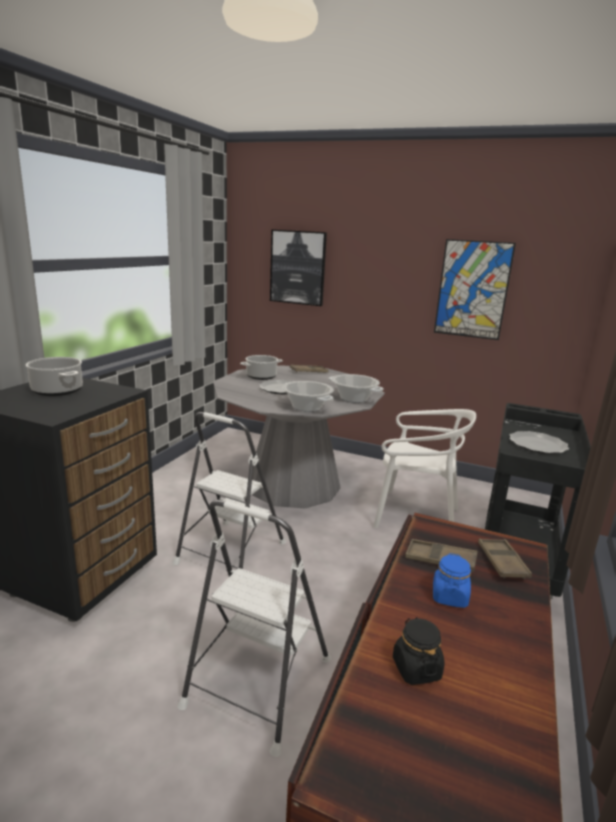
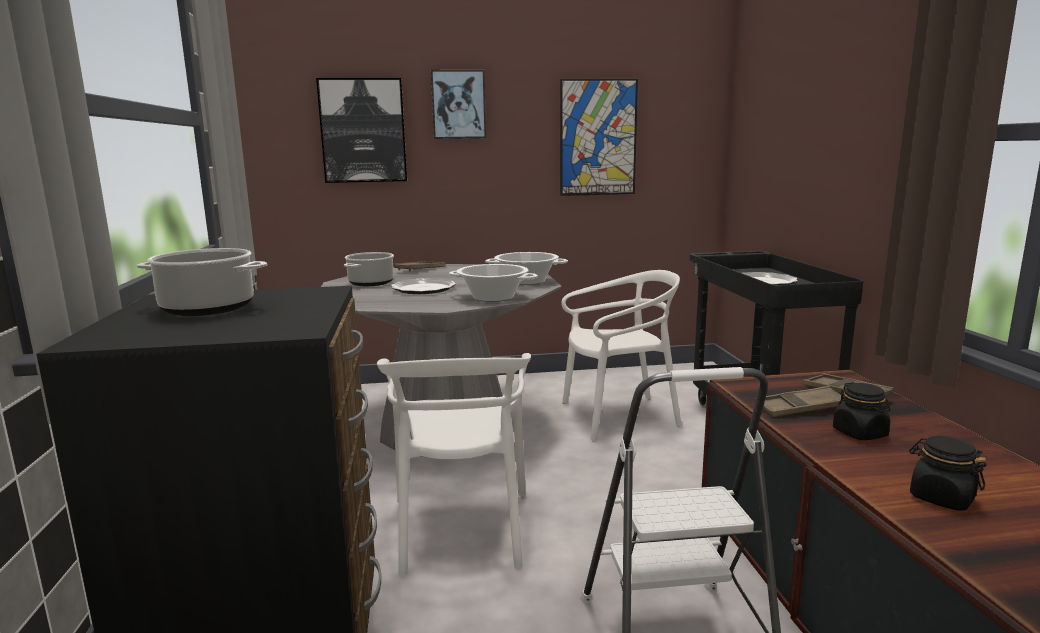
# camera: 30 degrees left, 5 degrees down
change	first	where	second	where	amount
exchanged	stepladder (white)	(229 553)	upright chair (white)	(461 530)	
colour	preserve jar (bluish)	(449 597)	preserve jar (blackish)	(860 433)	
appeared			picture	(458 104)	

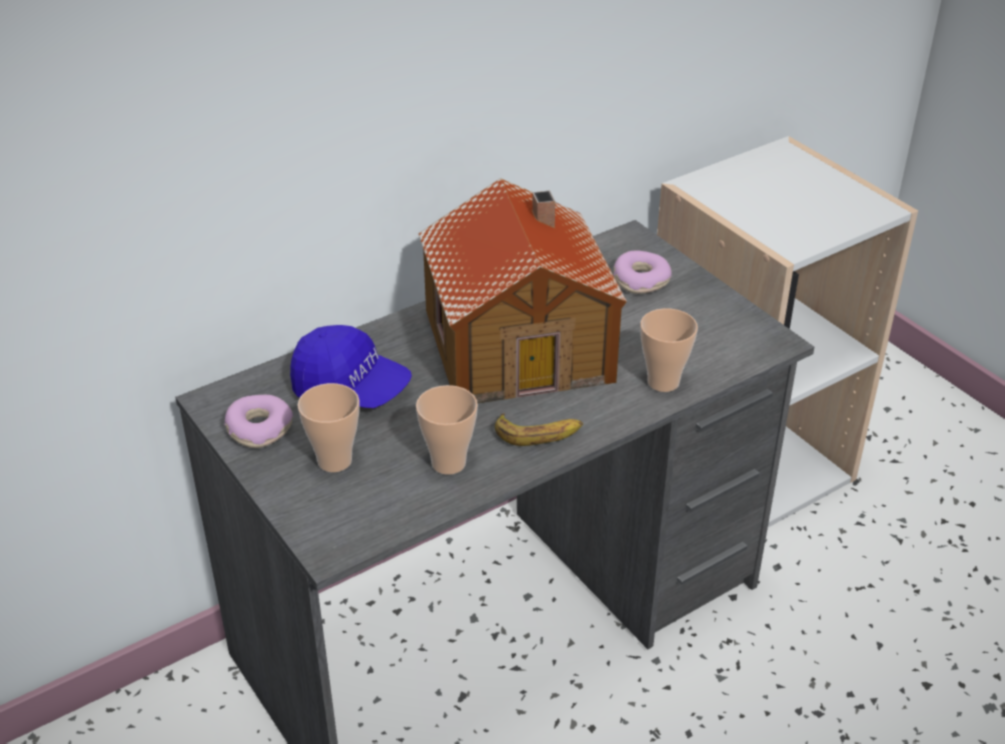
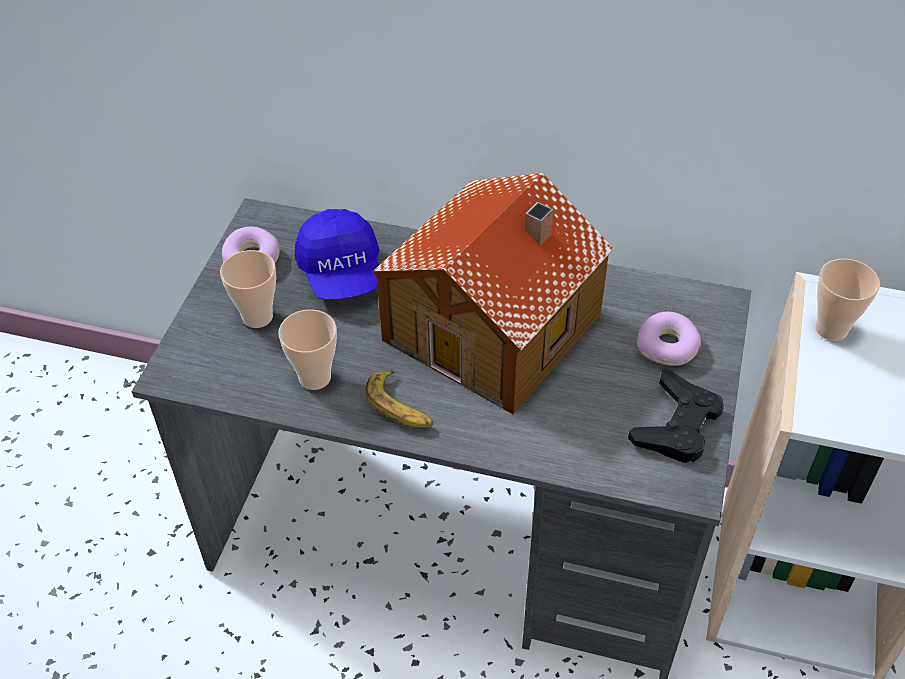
# camera: 50 degrees right, 10 degrees up
change	first	where	second	where	amount
relocated	cup	(663 382)		(831 329)	
appeared			gamepad (blackish)	(677 425)	

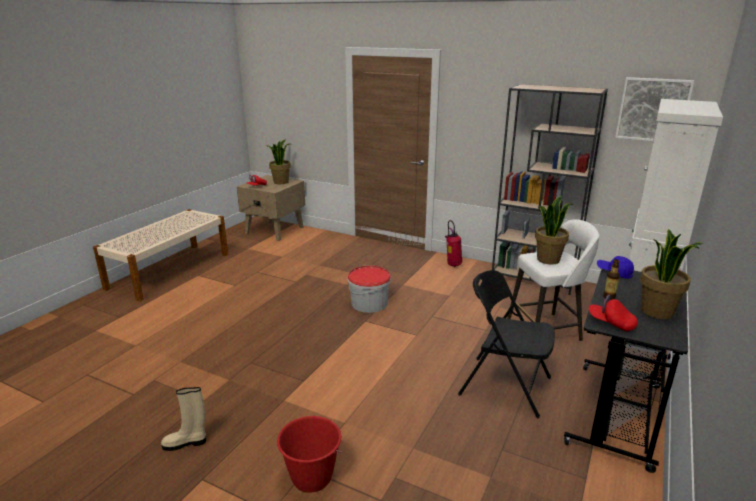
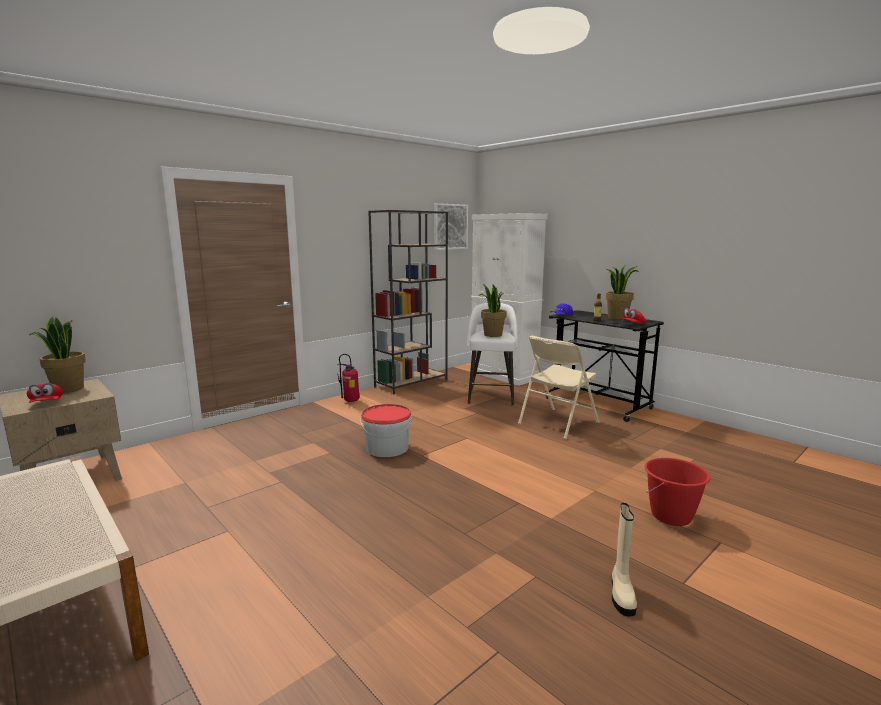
# camera: 70 degrees left, 10 degrees down
change	first	where	second	where	amount
colour	upright chair (blackish)	(505 385)	upright chair (beige-coloured)	(558 423)	

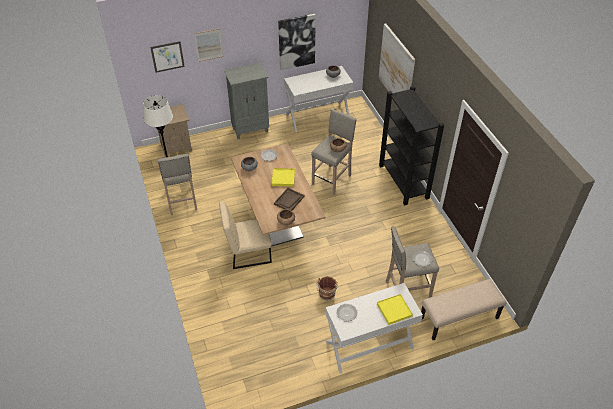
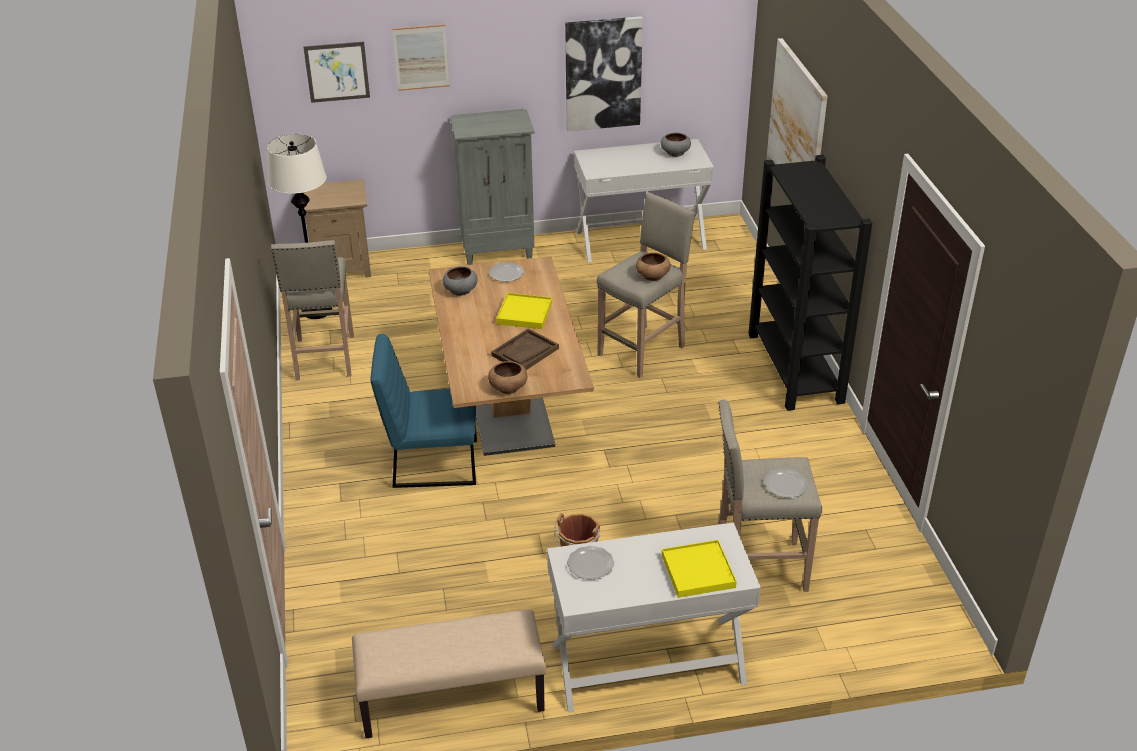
# camera: 10 degrees right, 10 degrees down
change	first	where	second	where	amount
colour	upright chair (beige-coloured)	(248 253)	upright chair (bluish)	(432 463)	
relocated	long seat (beige-coloured)	(459 318)		(451 699)	

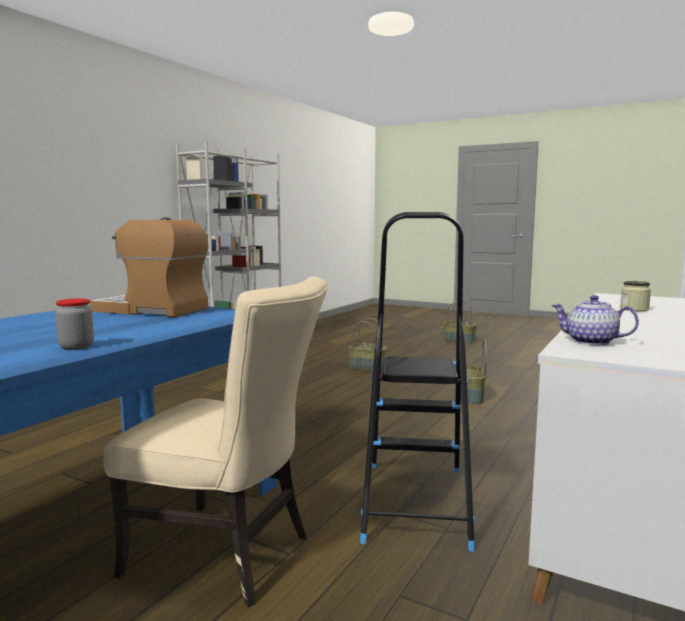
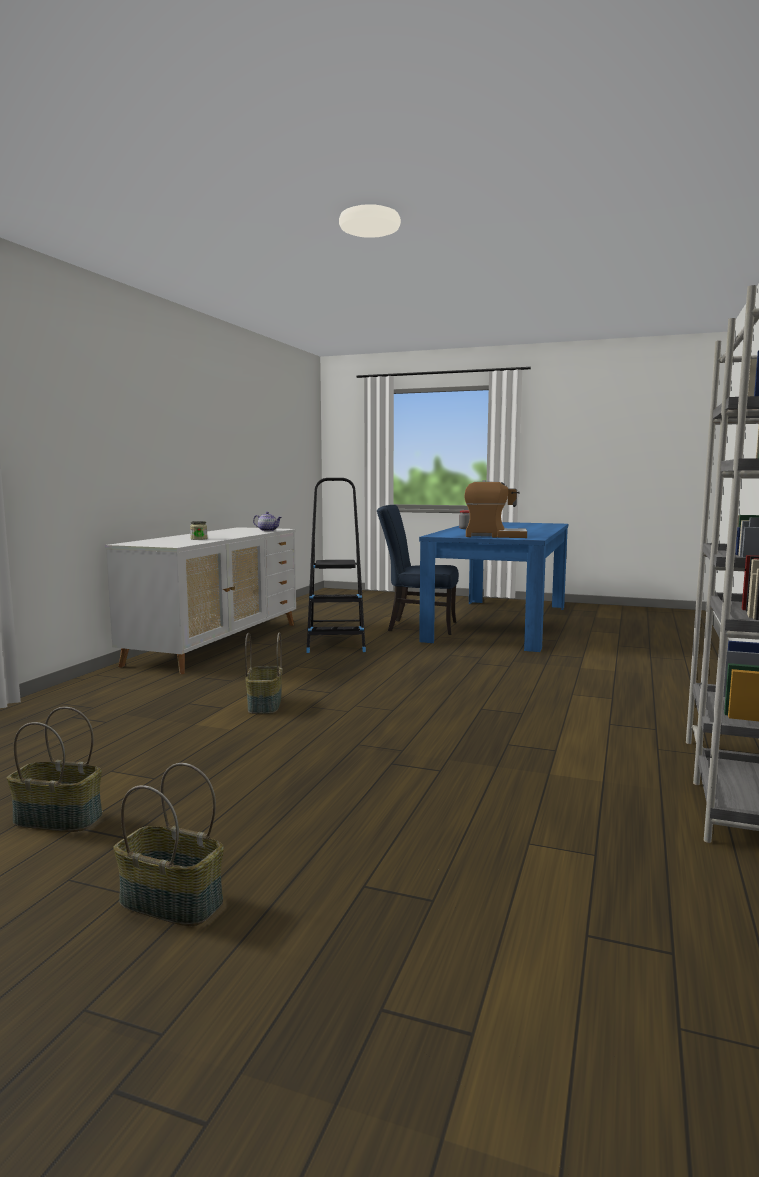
# camera: 170 degrees right, 0 degrees up
change	first	where	second	where	amount
colour	upright chair (beige-coloured)	(229 555)	upright chair (bluish)	(417 626)	
relocated	basket	(368 368)		(56 820)	

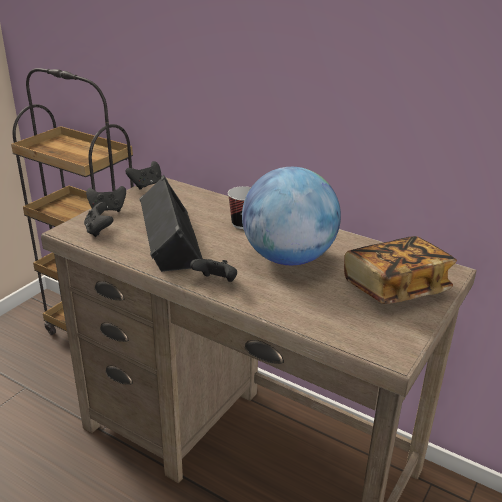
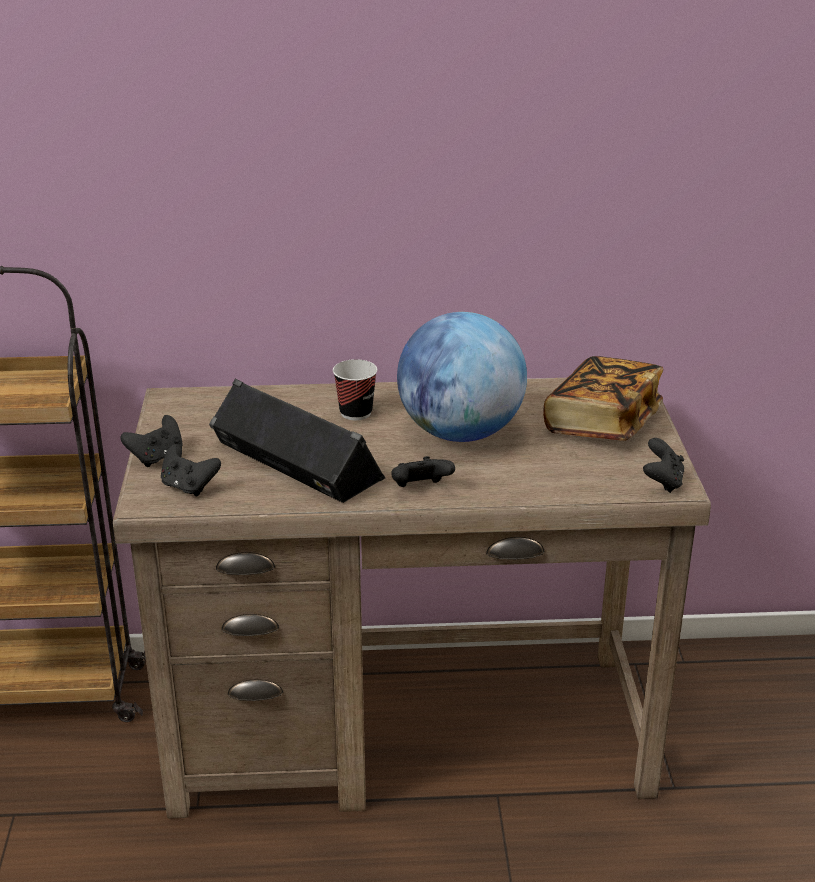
# camera: 35 degrees left, 0 degrees up
change	first	where	second	where	amount
relocated	gamepad (blackish)	(146 185)		(662 482)	

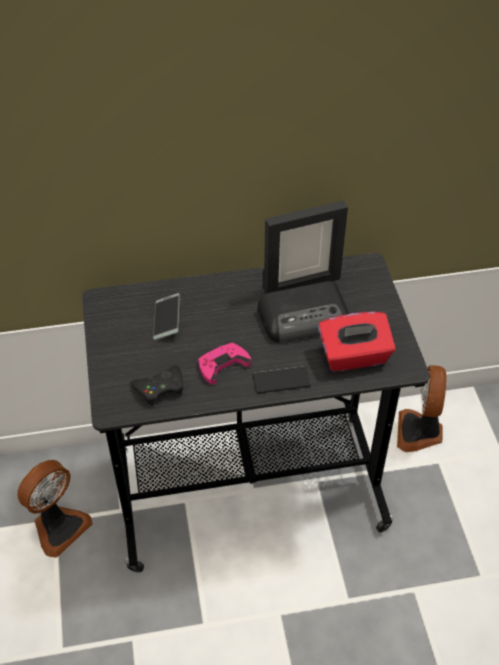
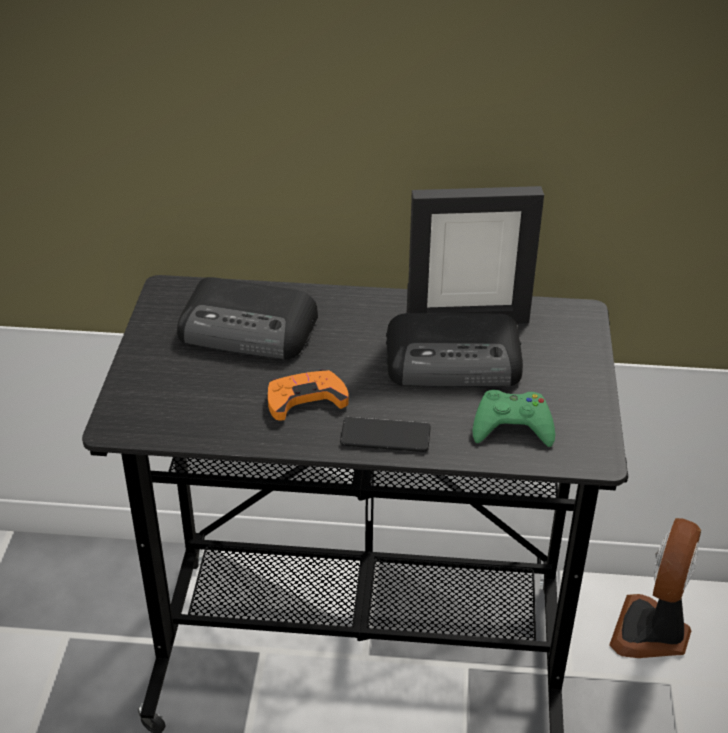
# camera: 15 degrees right, 10 degrees down
change	first	where	second	where	amount
exchanged	handset	(167 320)	radio set	(249 330)	
exchanged	box of tissues (reddish)	(354 356)	gamepad (green-coloured)	(512 426)	
colour	gamepad (pink-coloured)	(222 365)	gamepad (orange-coloured)	(305 399)	
missing	gamepad (blackish)	(160 388)			
missing	cooling fan	(58 526)			

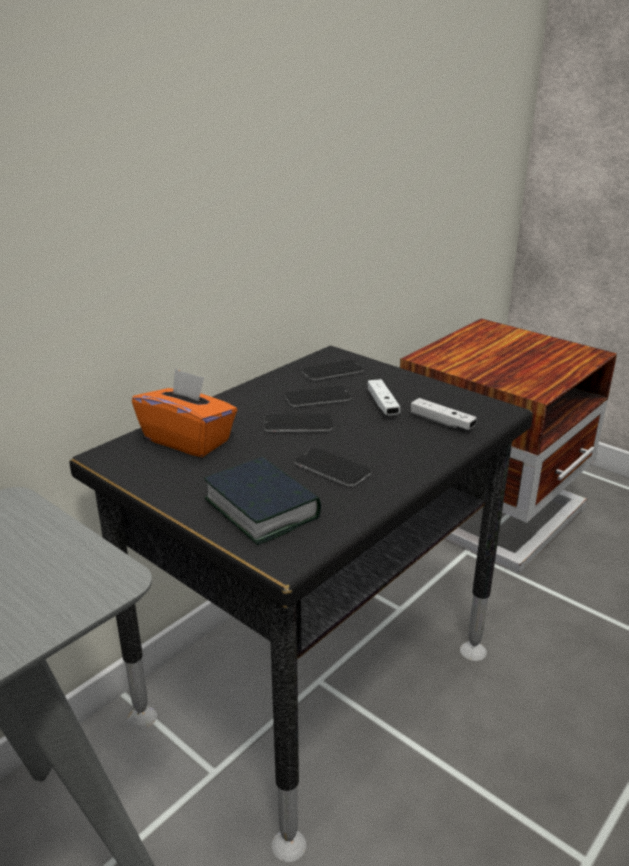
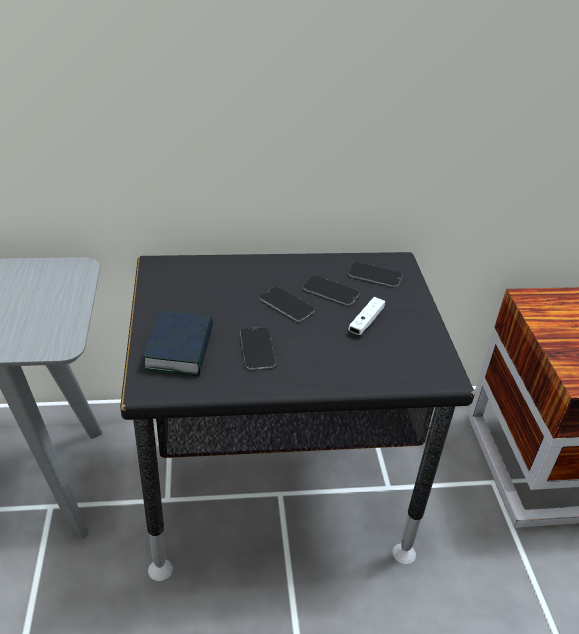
# camera: 40 degrees right, 10 degrees up
change	first	where	second	where	amount
missing	box of tissues (orange-coloured)	(188 440)			
missing	gamepad (white)	(442 422)			

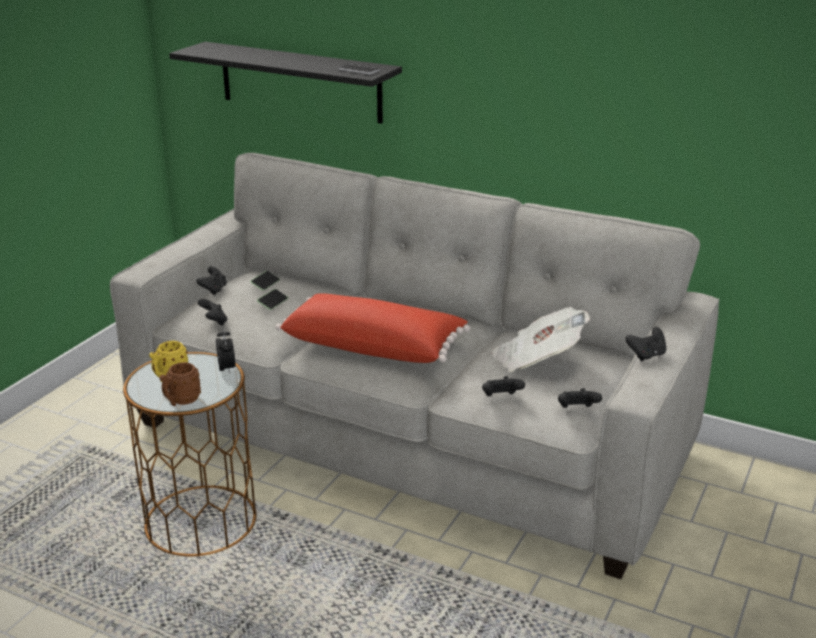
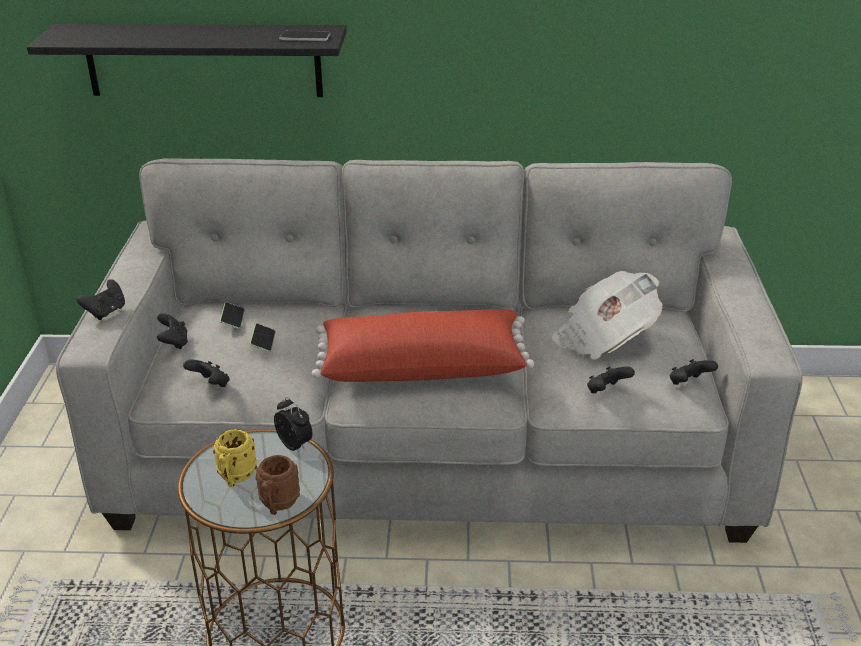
# camera: 25 degrees left, 5 degrees up
change	first	where	second	where	amount
relocated	gamepad (blackish)	(646 355)		(106 312)	

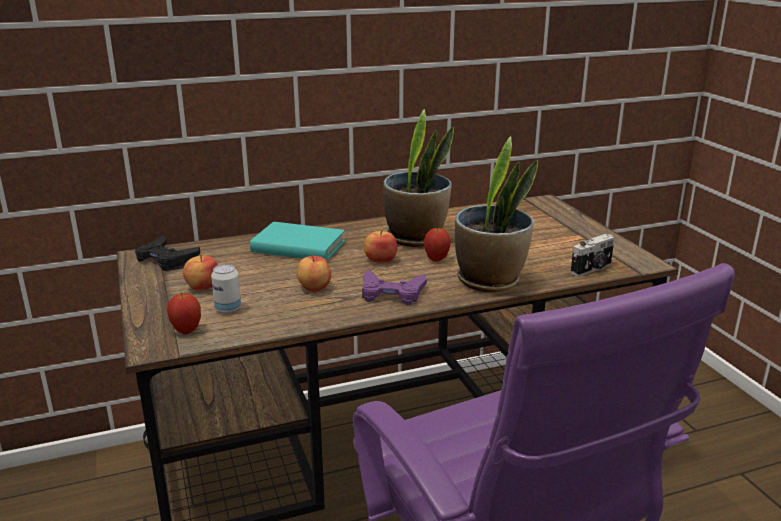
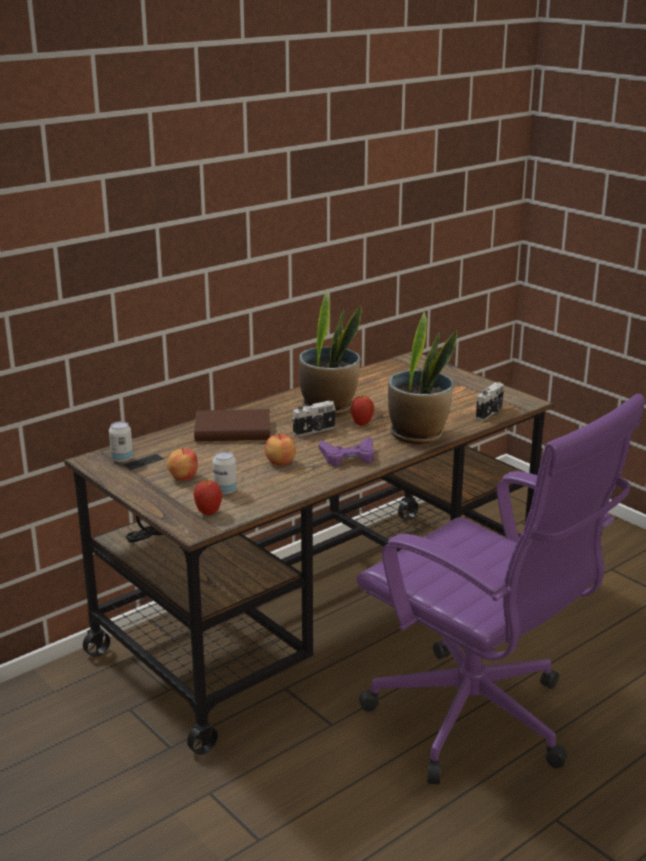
# camera: 20 degrees left, 0 degrees up
change	first	where	second	where	amount
colour	book (turquoise)	(298 247)	book (brown-coloured)	(233 431)	
exchanged	apple	(380 259)	still camera	(315 431)	
exchanged	gamepad (blackish)	(166 258)	sealed can	(122 459)	

